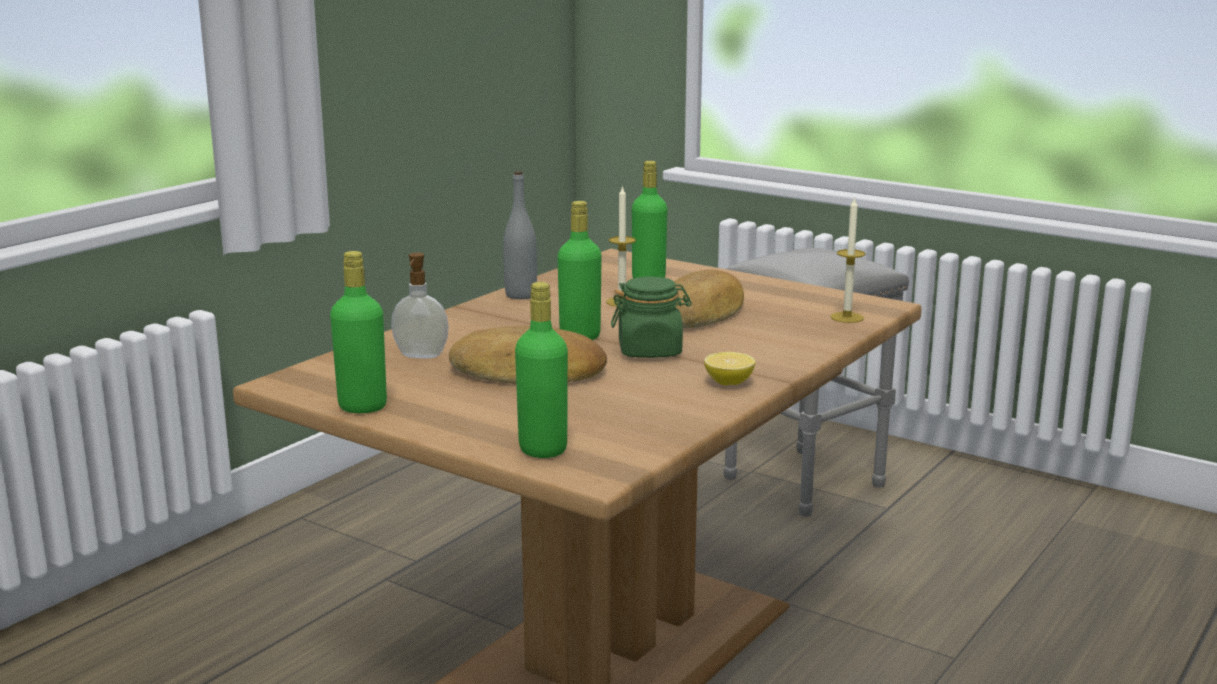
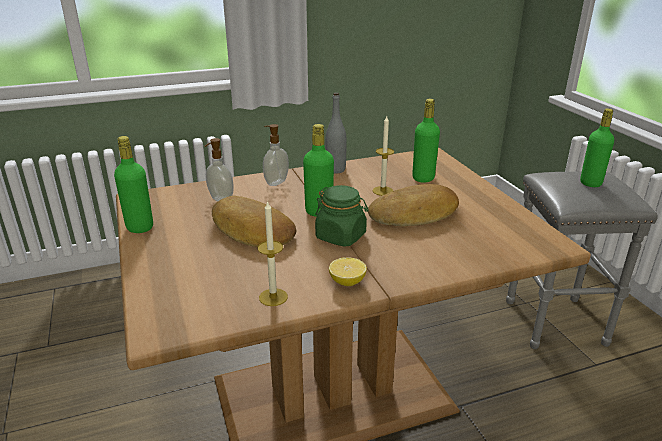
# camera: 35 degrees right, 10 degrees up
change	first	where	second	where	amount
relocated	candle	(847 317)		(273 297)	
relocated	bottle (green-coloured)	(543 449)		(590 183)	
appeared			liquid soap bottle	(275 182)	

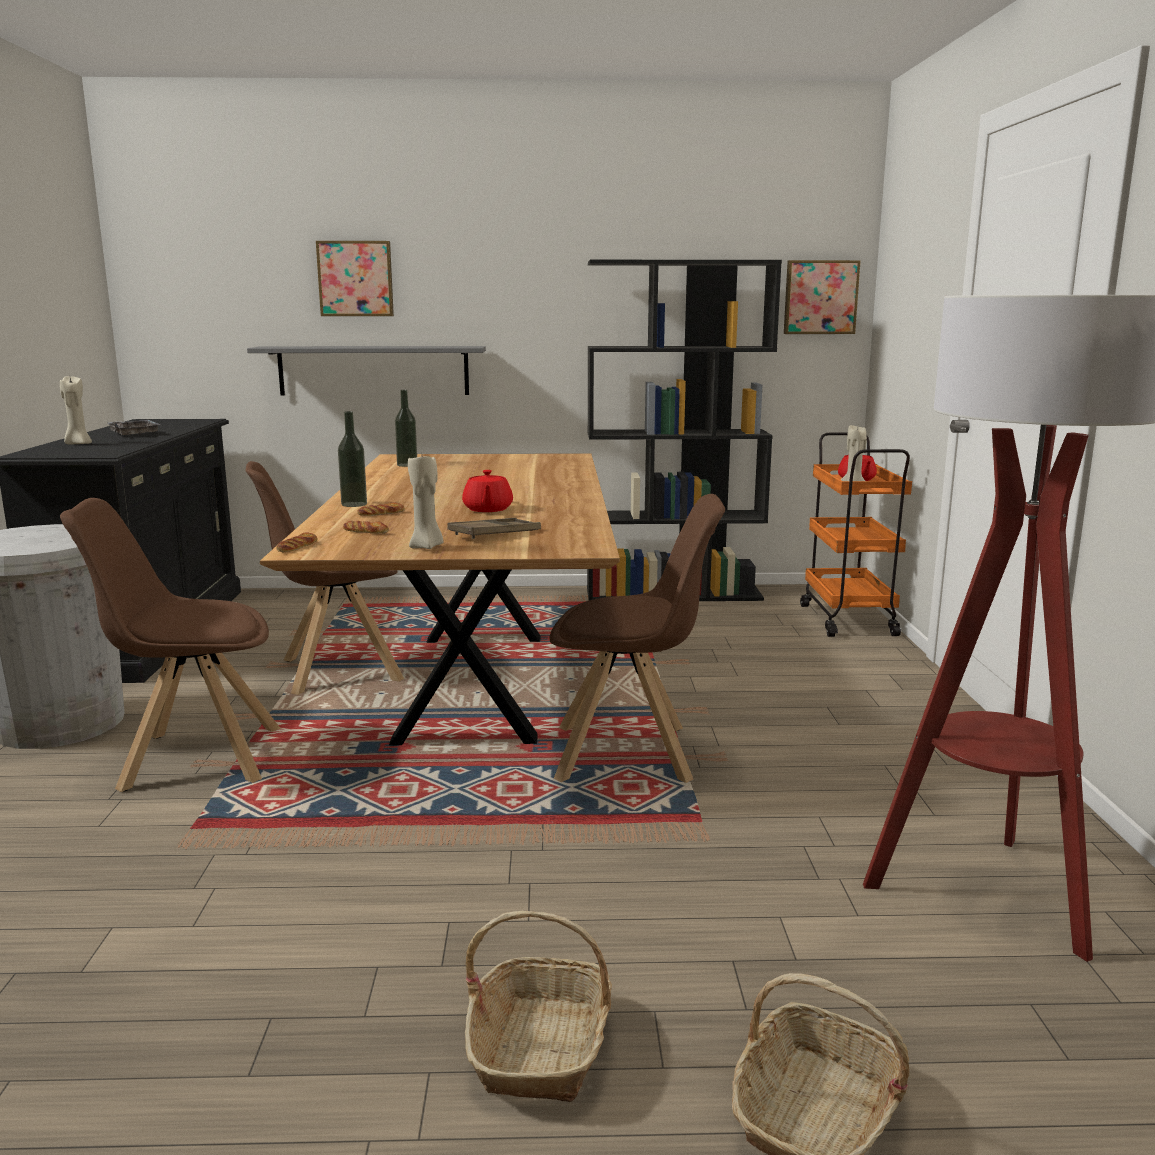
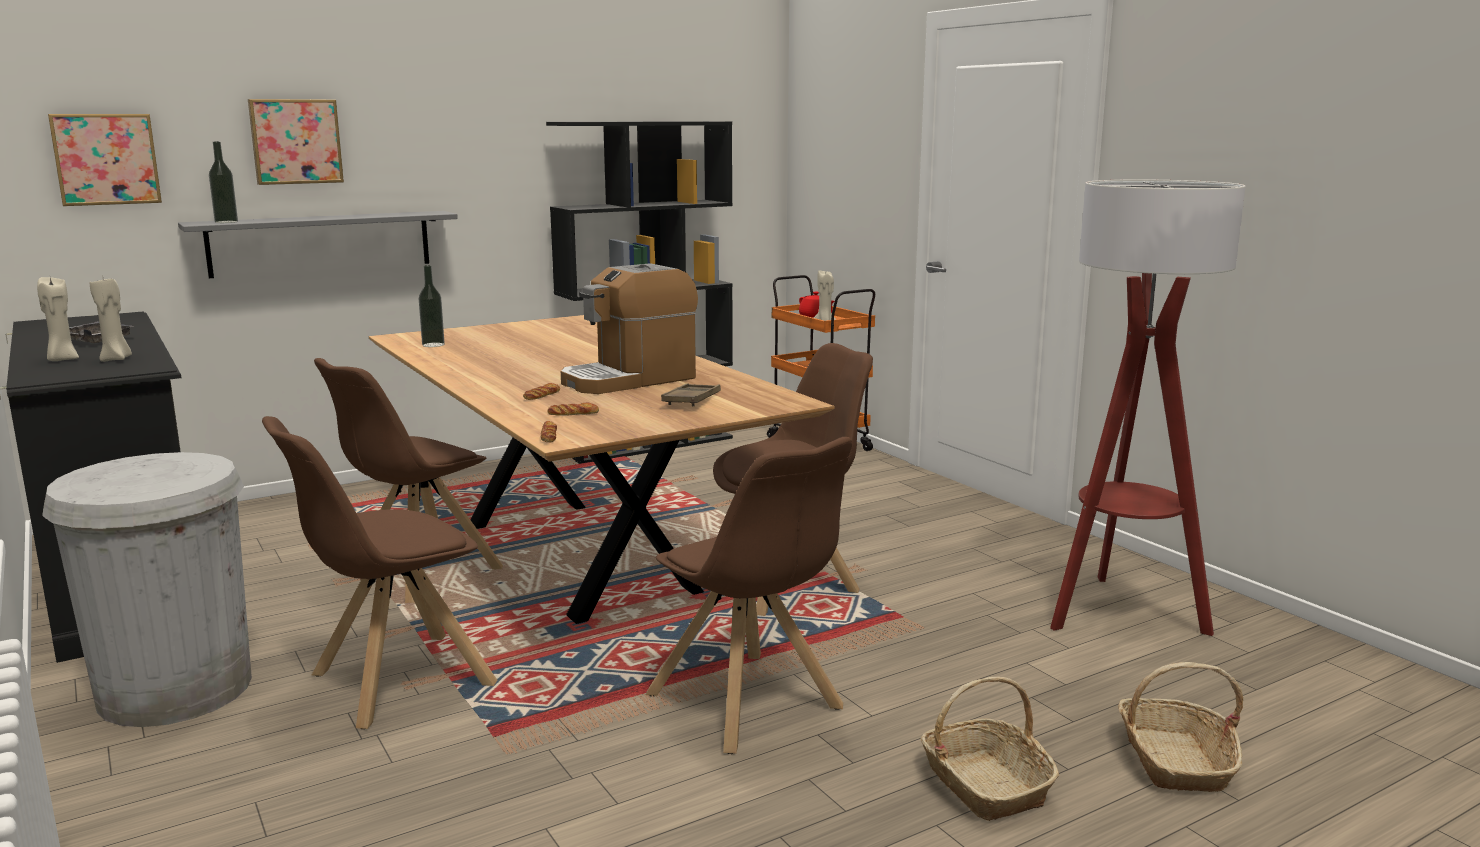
# camera: 30 degrees left, 0 degrees up
change	first	where	second	where	amount
relocated	picture	(820 297)		(106 159)	
relocated	bottle	(354 504)		(226 222)	
relocated	candle (beige-coloured)	(427 547)		(116 359)	
exchanged	pot for tea (reddish)	(487 509)	coffee brewer	(629 379)	
appeared			upright chair (brown-coloured)	(749 704)	

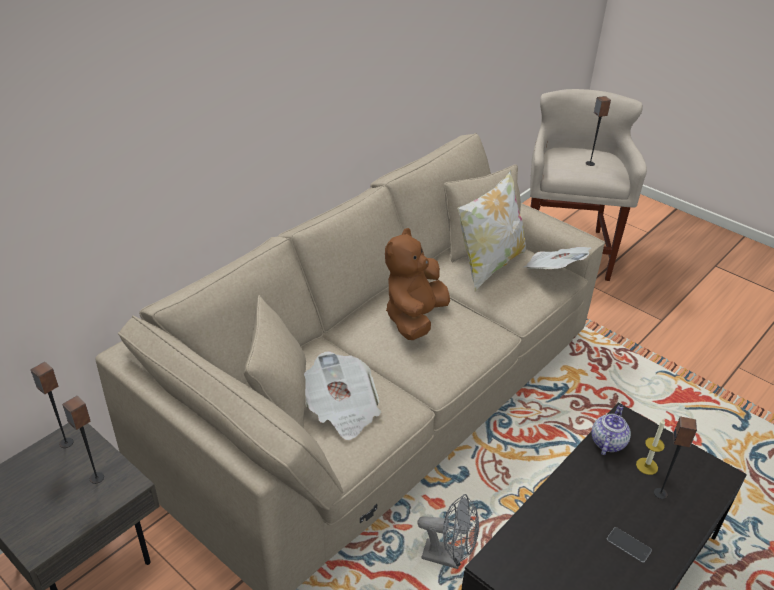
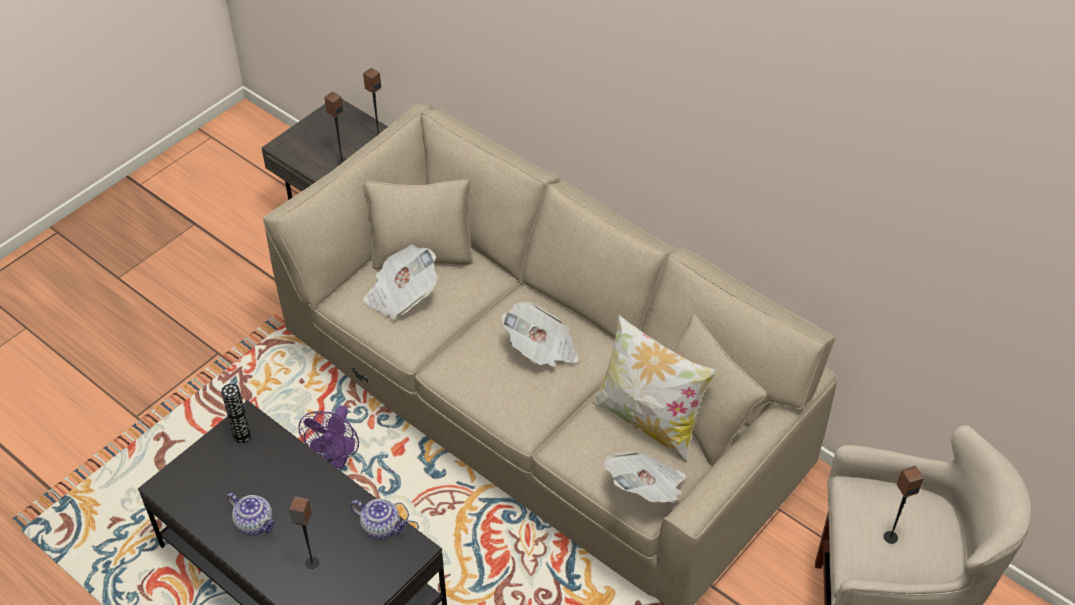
# camera: 90 degrees right, 10 degrees up
change	first	where	second	where	amount
exchanged	cuddly toy (brown-coloured)	(414 318)	printed paper	(541 349)	
missing	candle	(647 466)			
colour	cooling fan (grey)	(449 557)	cooling fan (purple-coloured)	(337 459)	
exchanged	handset	(629 544)	pot for tea	(255 524)	
appeared			vase	(242 436)	

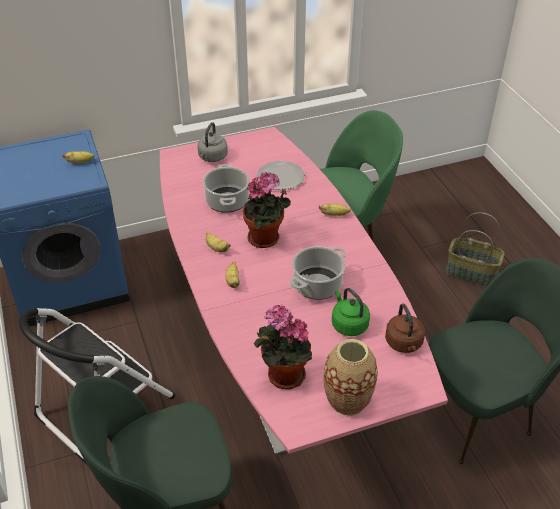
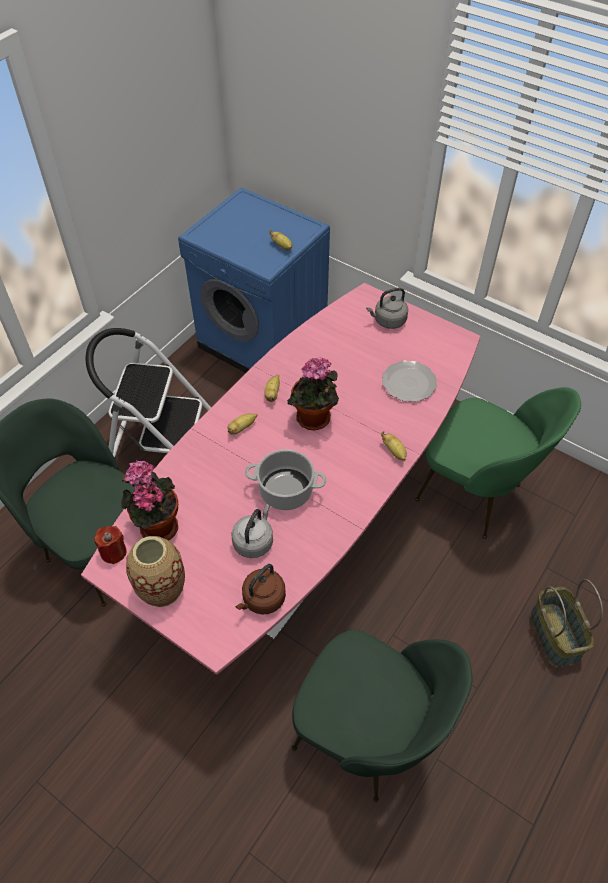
# camera: 55 degrees right, 10 degrees up
change	first	where	second	where	amount
missing	cooking pot	(227 202)			
colour	kettle (green-coloured)	(348 324)	kettle (grey)	(254 541)	
appeared			candle (reddish)	(113 552)	

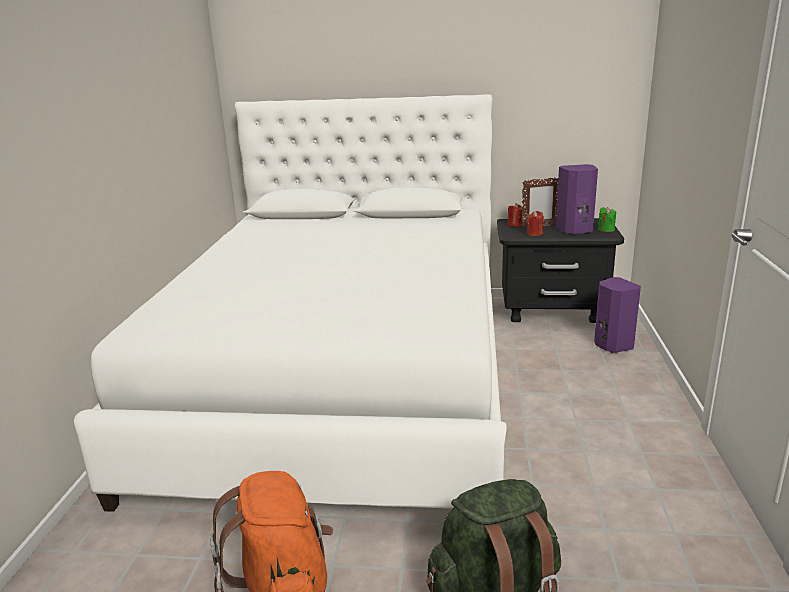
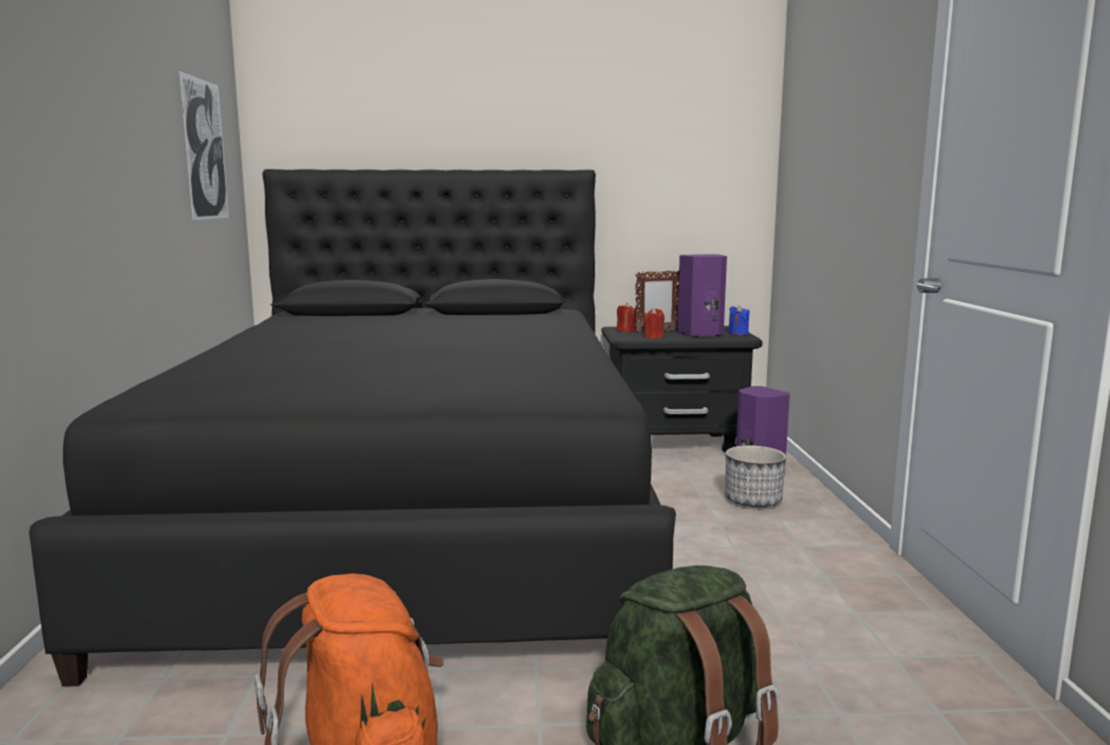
# camera: 10 degrees left, 10 degrees down
change	first	where	second	where	amount
colour	bedroom bed (white)	(345 377)	bedroom bed (blackish)	(416 515)	
colour	candle (green-coloured)	(606 229)	candle (bluish)	(738 333)	
appeared			picture	(205 150)	
appeared			planter	(753 501)	

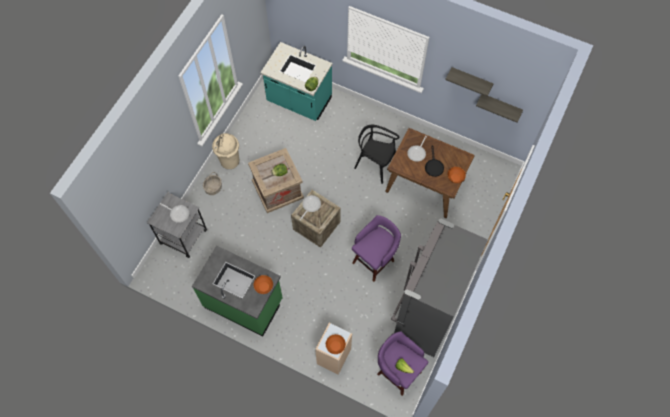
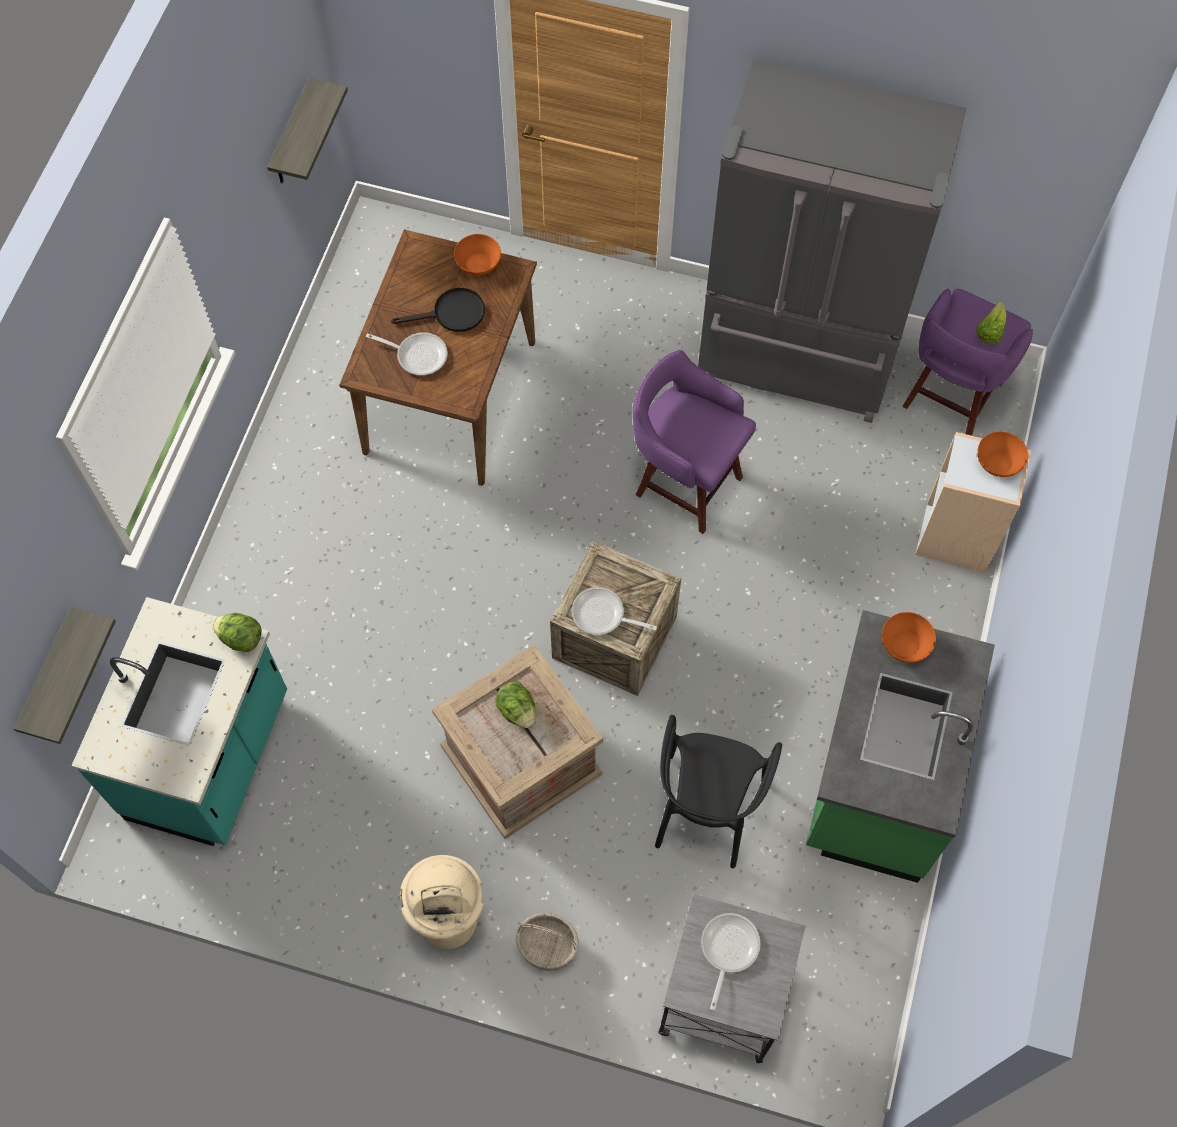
# camera: 100 degrees left, 0 degrees up
change	first	where	second	where	amount
relocated	bracket shelf	(471 80)		(50 676)	
relocated	upright chair (blackish)	(375 164)		(706 809)	

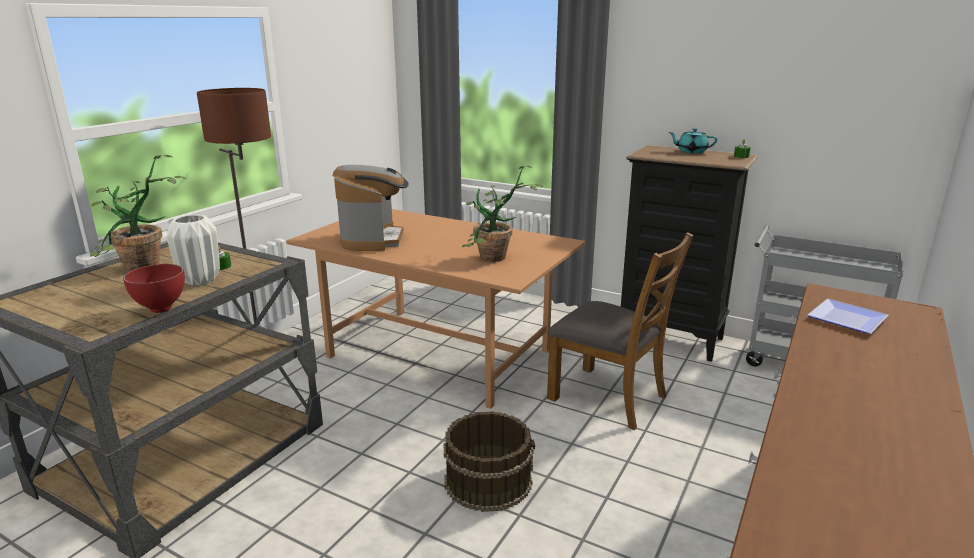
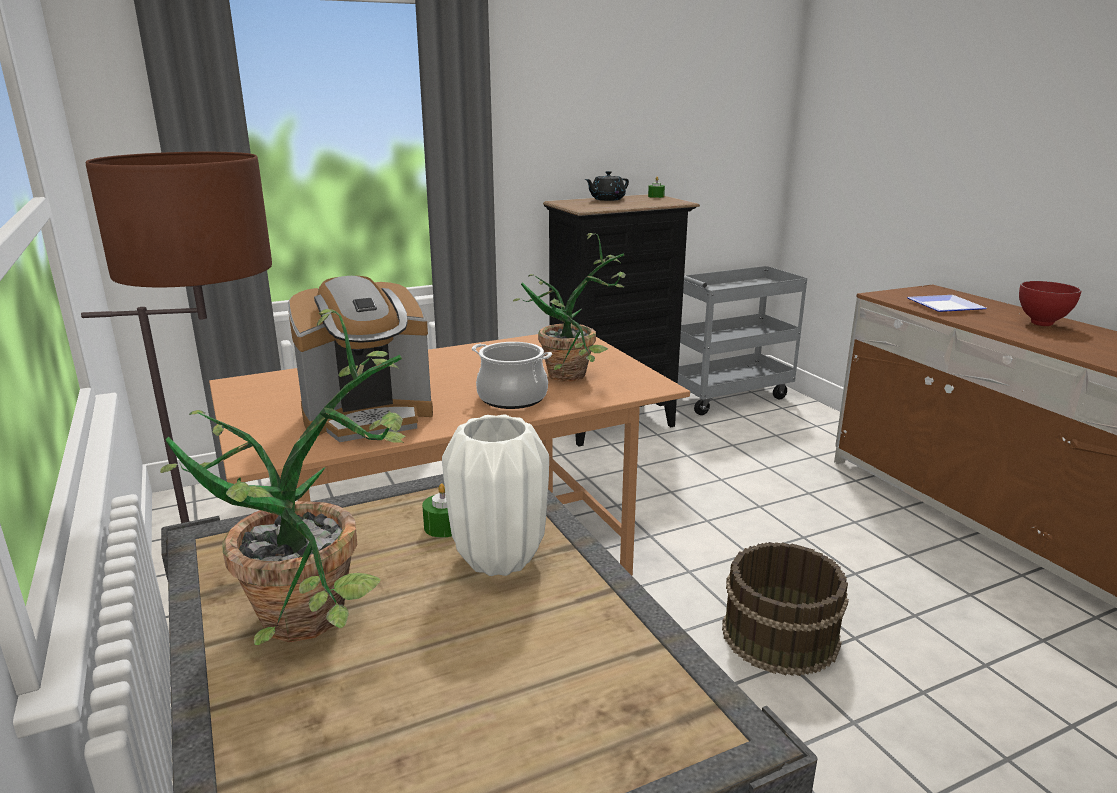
# camera: 55 degrees left, 0 degrees up
change	first	where	second	where	amount
colour	pot for tea (turquoise)	(691 151)	pot for tea (blackish)	(606 199)	
spun	coffee brewer	(373 240)		(368 417)	120 degrees clockwise
missing	upright chair (brown-coloured)	(609 397)			
relocated	serving bowl (reddish)	(161 310)		(1042 324)	
appeared			cooking pot	(512 398)	

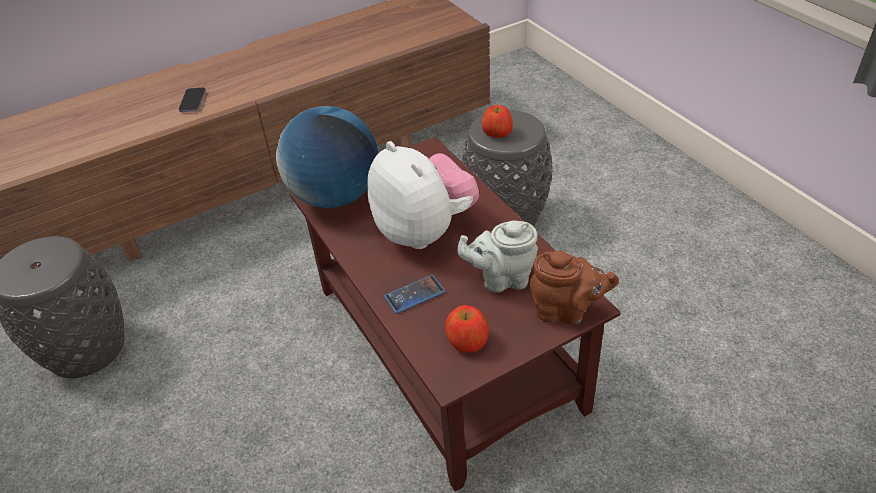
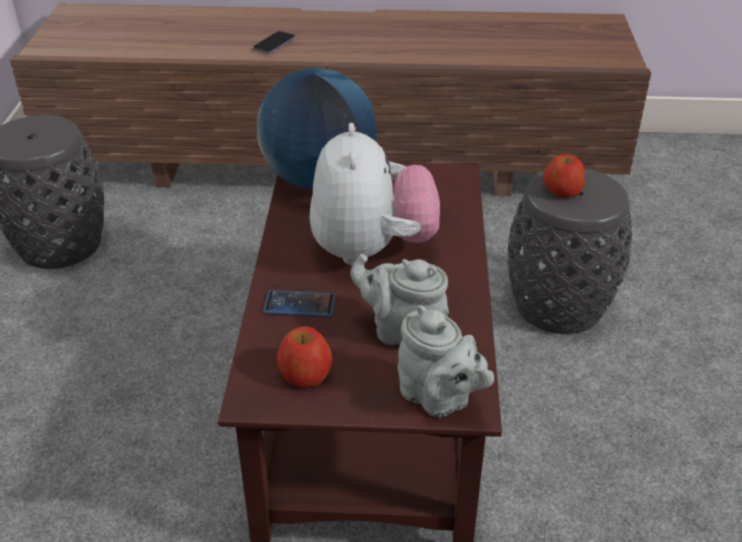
# camera: 30 degrees right, 5 degrees down
change	first	where	second	where	amount
colour	pot for tea (brown-coloured)	(566 311)	pot for tea (grey)	(439 399)	

